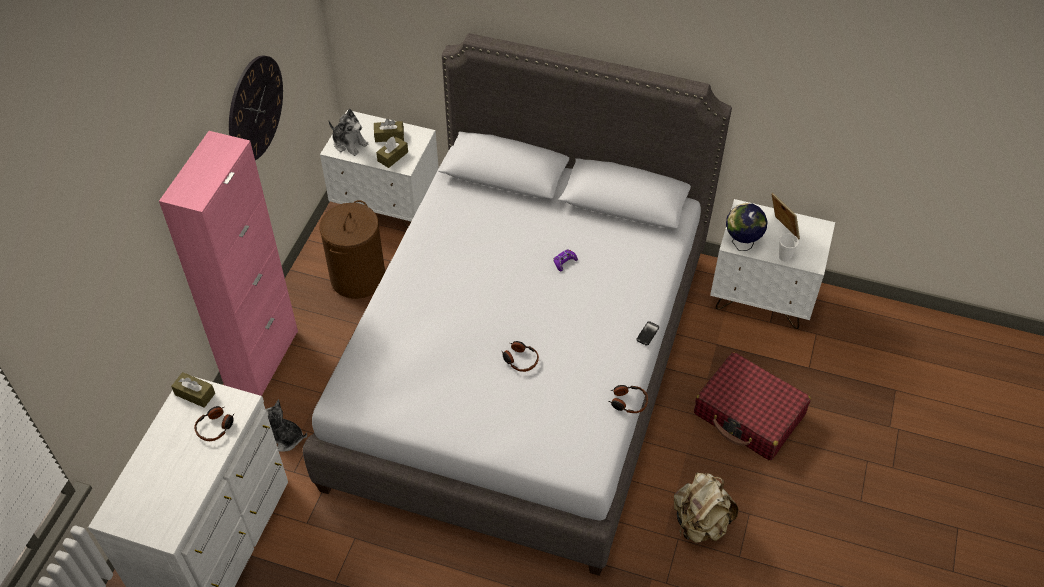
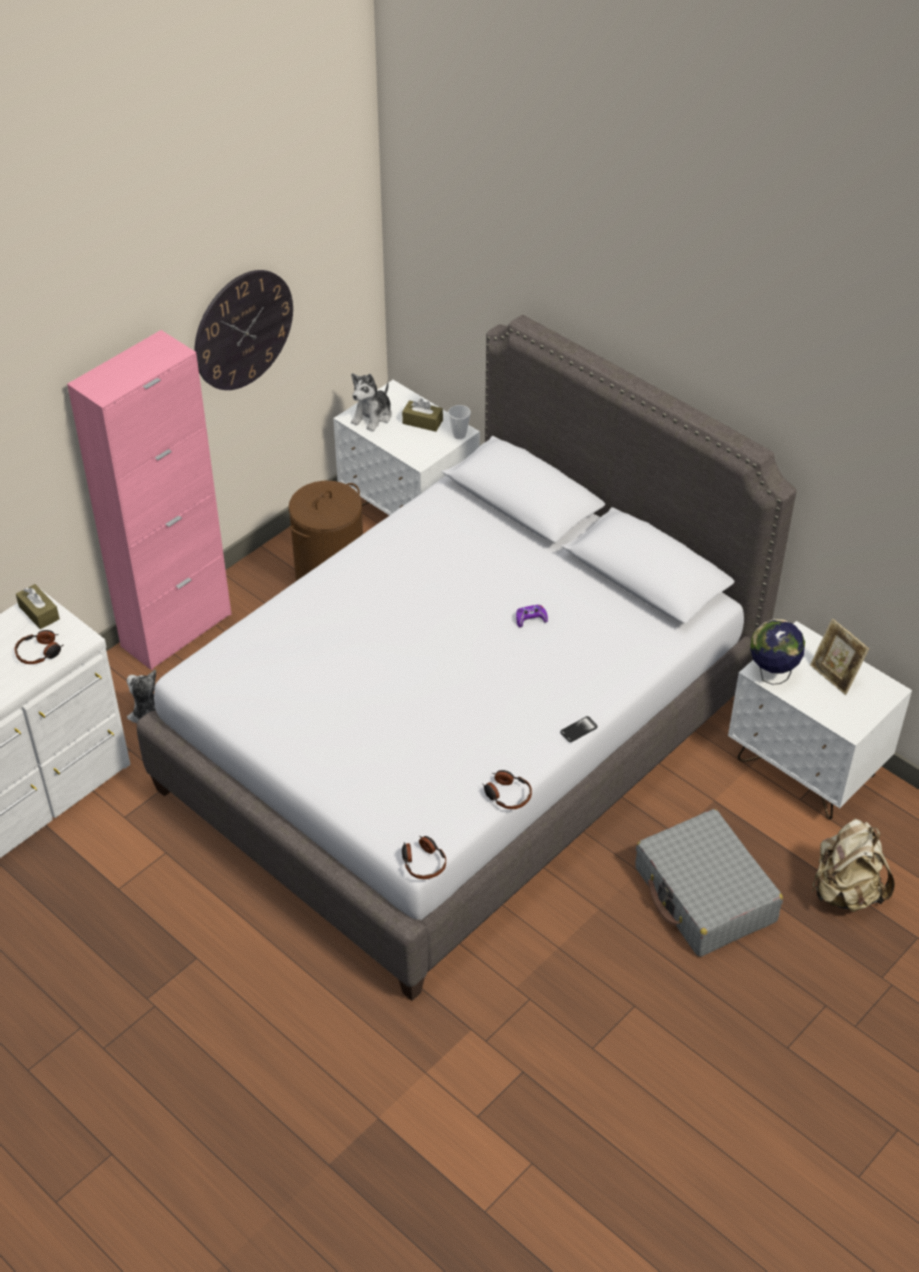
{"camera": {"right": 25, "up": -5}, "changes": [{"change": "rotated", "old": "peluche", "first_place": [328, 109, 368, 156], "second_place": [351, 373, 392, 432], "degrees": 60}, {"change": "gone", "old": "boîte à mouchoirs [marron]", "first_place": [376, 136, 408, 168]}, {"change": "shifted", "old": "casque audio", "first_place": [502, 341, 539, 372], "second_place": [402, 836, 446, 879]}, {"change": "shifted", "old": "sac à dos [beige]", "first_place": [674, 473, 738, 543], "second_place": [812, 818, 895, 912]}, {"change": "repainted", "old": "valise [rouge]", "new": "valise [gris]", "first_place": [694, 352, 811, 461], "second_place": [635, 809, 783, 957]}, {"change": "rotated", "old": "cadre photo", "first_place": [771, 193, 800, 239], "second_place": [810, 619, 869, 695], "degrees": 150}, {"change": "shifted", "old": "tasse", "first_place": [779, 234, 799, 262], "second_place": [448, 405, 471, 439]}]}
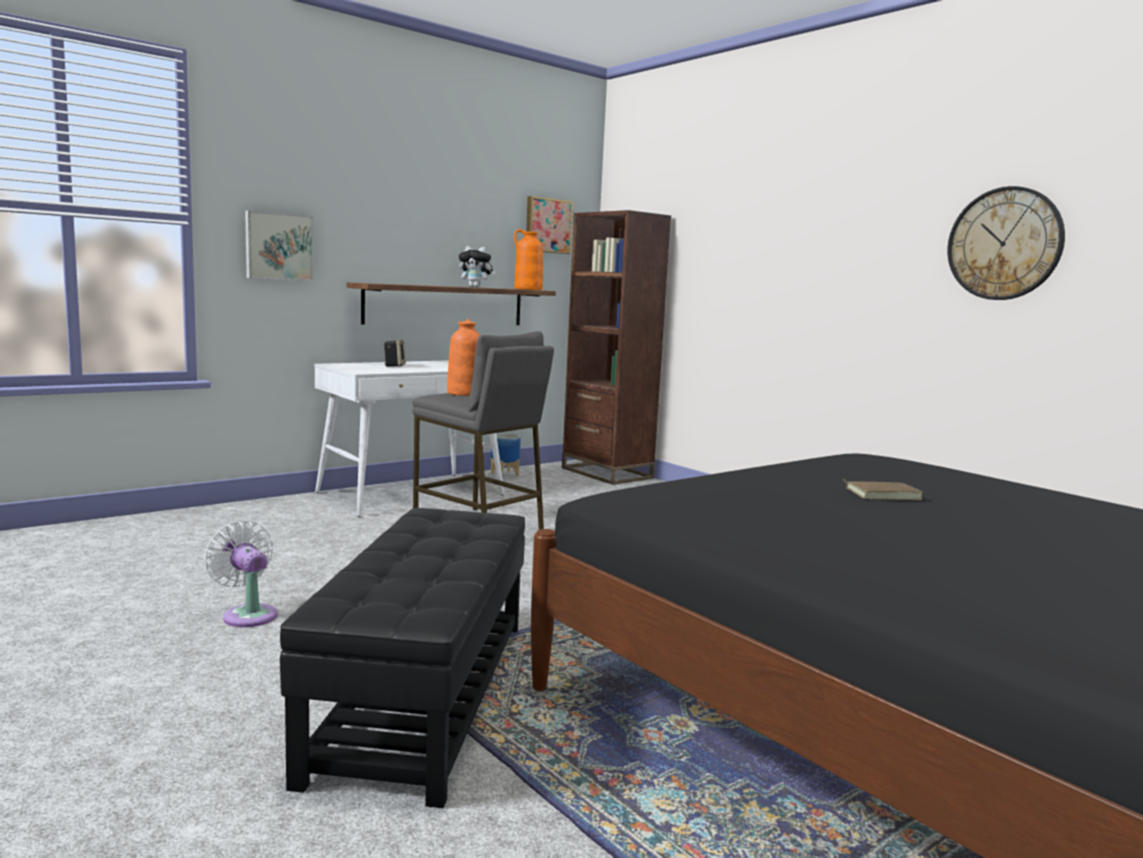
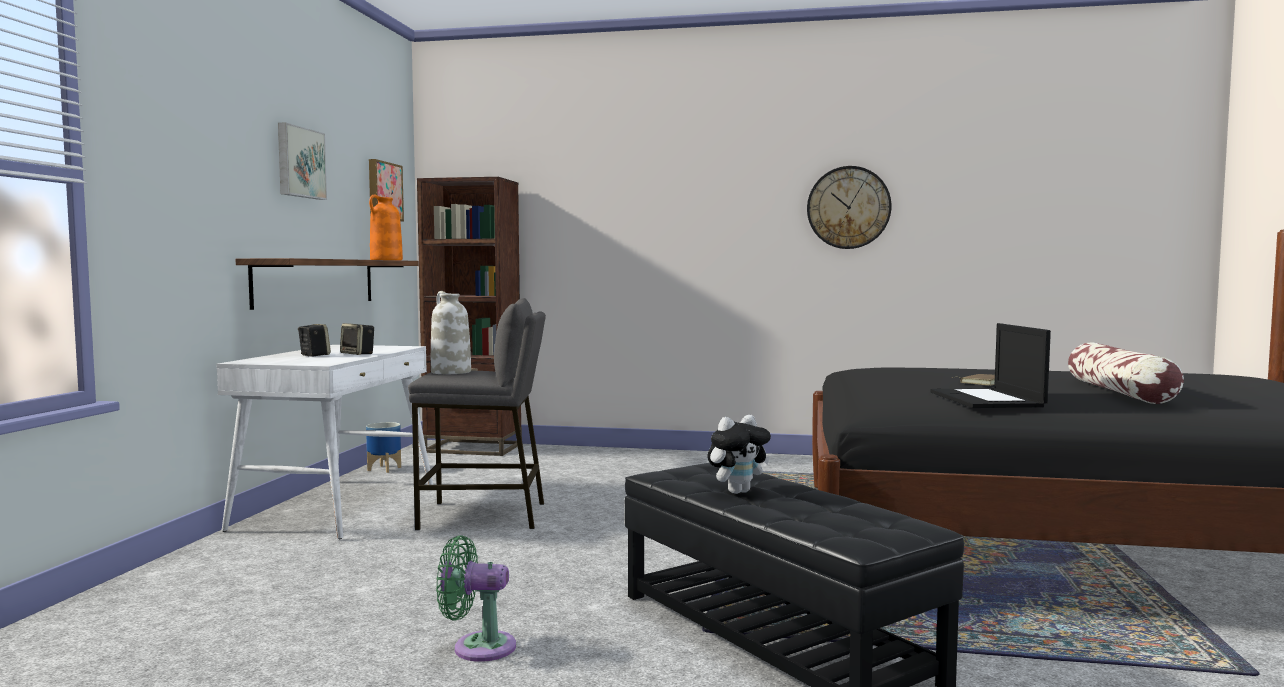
{"camera": {"right": -40, "up": -5}, "changes": [{"change": "repainted", "old": "ventilateur [blanc]", "new": "ventilateur [vert]", "first_place": [205, 521, 278, 627], "second_place": [436, 535, 516, 662]}, {"change": "shifted", "old": "tableau", "first_place": [245, 210, 314, 281], "second_place": [278, 122, 327, 200]}, {"change": "repainted", "old": "vase [orange]", "new": "vase [blanc]", "first_place": [447, 319, 480, 396], "second_place": [431, 291, 471, 374]}, {"change": "shifted", "old": "peluche", "first_place": [459, 246, 495, 287], "second_place": [707, 415, 771, 494]}, {"change": "new", "new": "enceinte", "second_place": [340, 323, 374, 355]}, {"change": "new", "new": "ordinateur portable", "second_place": [930, 323, 1051, 408]}, {"change": "new", "new": "coussin", "second_place": [1068, 342, 1184, 404]}]}
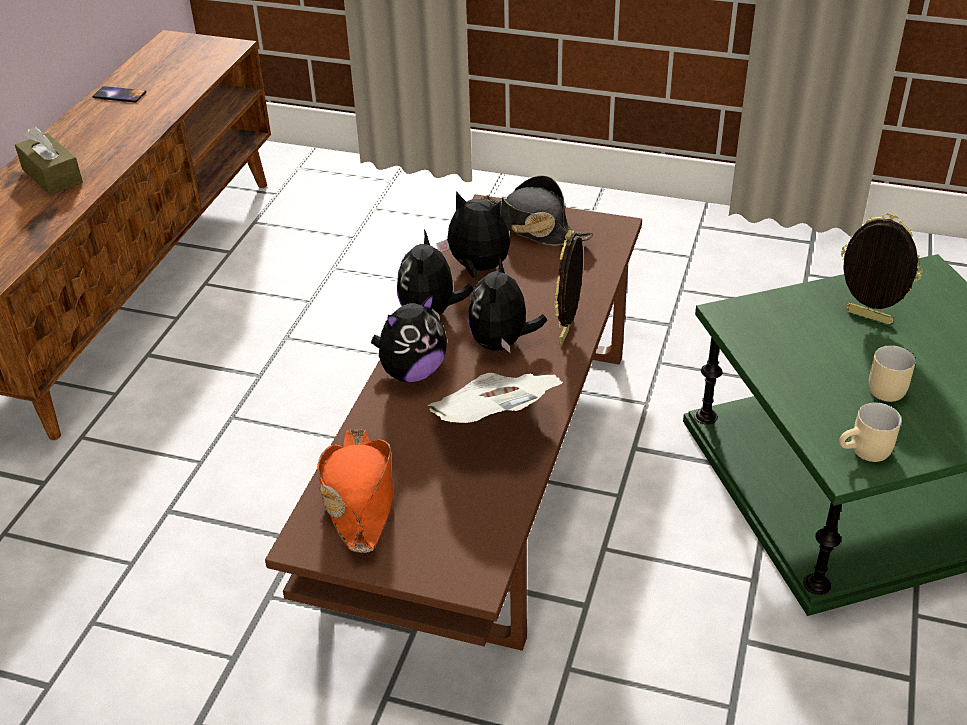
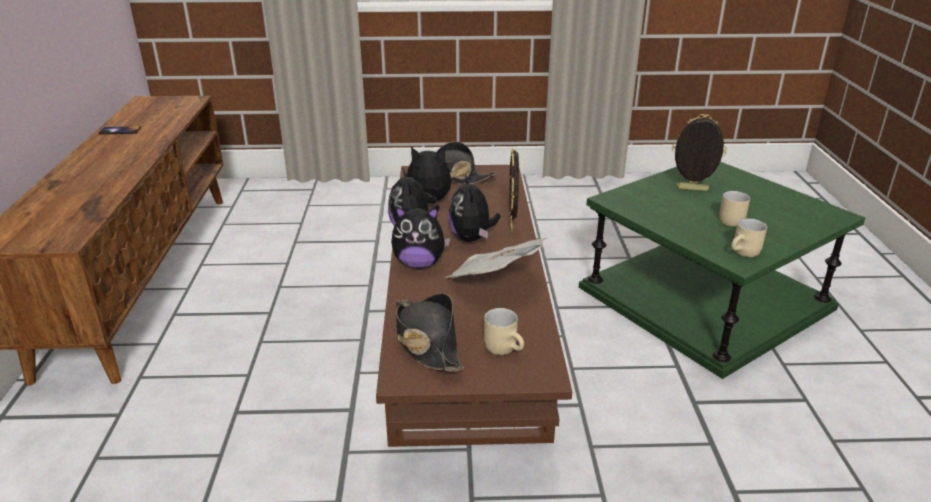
{"camera": {"right": -20, "up": -10}, "changes": [{"change": "gone", "old": "boîte à mouchoirs [marron]", "first_place": [15, 126, 83, 195]}, {"change": "repainted", "old": "chapeau [orange]", "new": "chapeau [noir]", "first_place": [318, 429, 393, 553], "second_place": [396, 293, 463, 372]}, {"change": "rotated", "old": "peluche", "first_place": [371, 294, 447, 382], "second_place": [391, 206, 450, 268], "degrees": 60}, {"change": "new", "new": "mug [beige]", "second_place": [484, 308, 524, 355]}]}
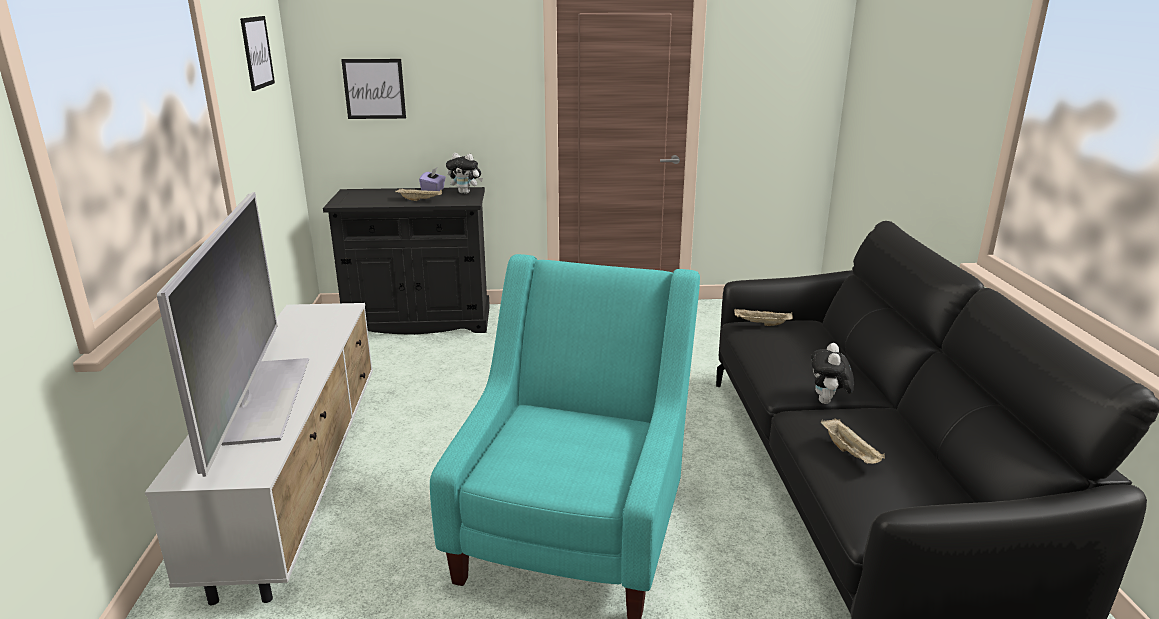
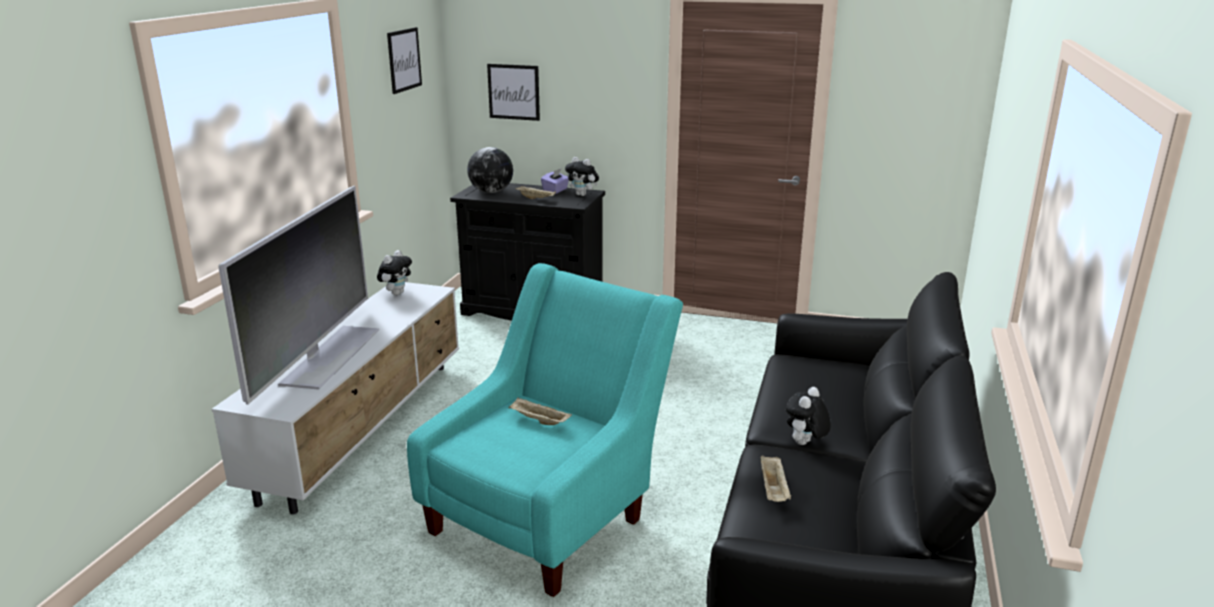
{"camera": {"right": 20, "up": 0}, "changes": [{"change": "shifted", "old": "plateau [beige]", "first_place": [734, 309, 793, 326], "second_place": [509, 398, 572, 425]}, {"change": "new", "new": "peluche", "second_place": [377, 250, 412, 295]}, {"change": "new", "new": "globe", "second_place": [467, 147, 513, 193]}]}
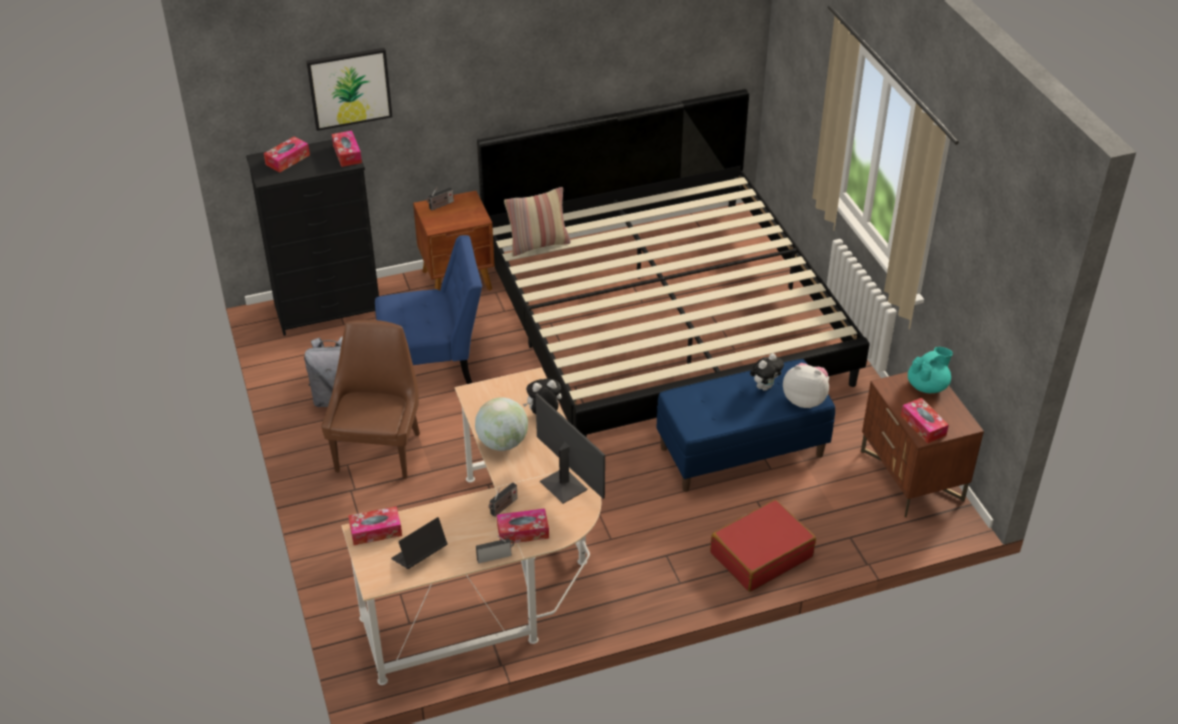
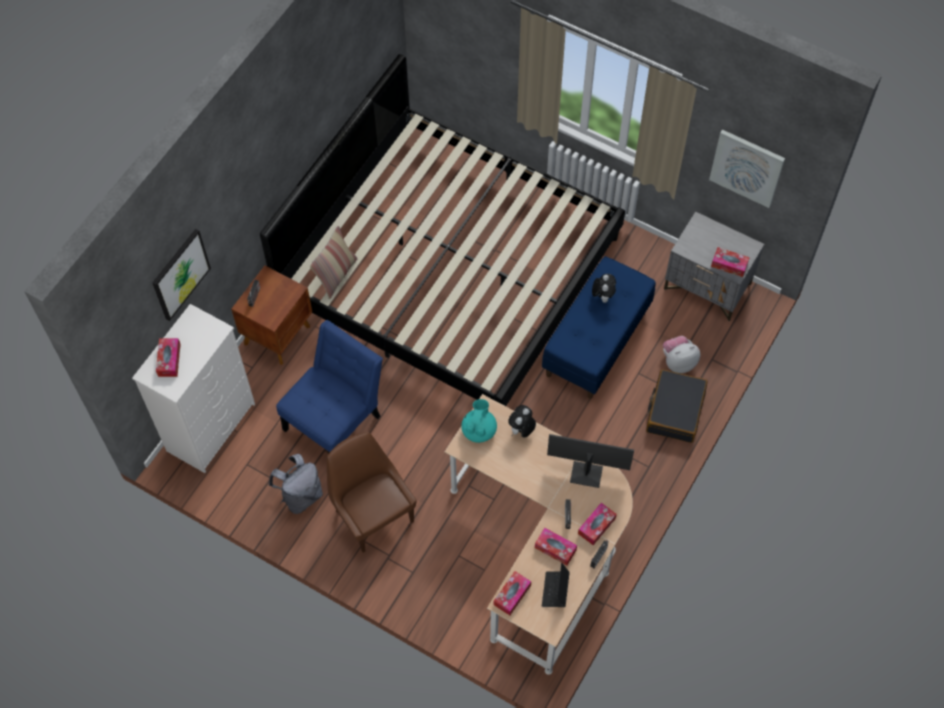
{"camera": {"right": -40, "up": 20}, "changes": [{"change": "repainted", "old": "commode [noir]", "new": "commode [blanc]", "first_place": [246, 140, 379, 336], "second_place": [132, 304, 255, 473]}, {"change": "shifted", "old": "boîte à mouchoirs", "first_place": [332, 131, 362, 167], "second_place": [535, 528, 577, 565]}, {"change": "gone", "old": "globe", "first_place": [475, 398, 528, 451]}, {"change": "repainted", "old": "valise [rouge]", "new": "valise [noir]", "first_place": [710, 500, 816, 592], "second_place": [646, 369, 708, 443]}, {"change": "shifted", "old": "peluche", "first_place": [783, 363, 829, 408], "second_place": [663, 336, 700, 373]}, {"change": "repainted", "old": "table de chevet [marron]", "new": "table de chevet [gris]", "first_place": [861, 372, 984, 518], "second_place": [664, 211, 764, 321]}, {"change": "shifted", "old": "théière [turquoise]", "first_place": [908, 347, 953, 393], "second_place": [461, 399, 497, 443]}, {"change": "new", "new": "tableau", "second_place": [709, 130, 785, 208]}]}
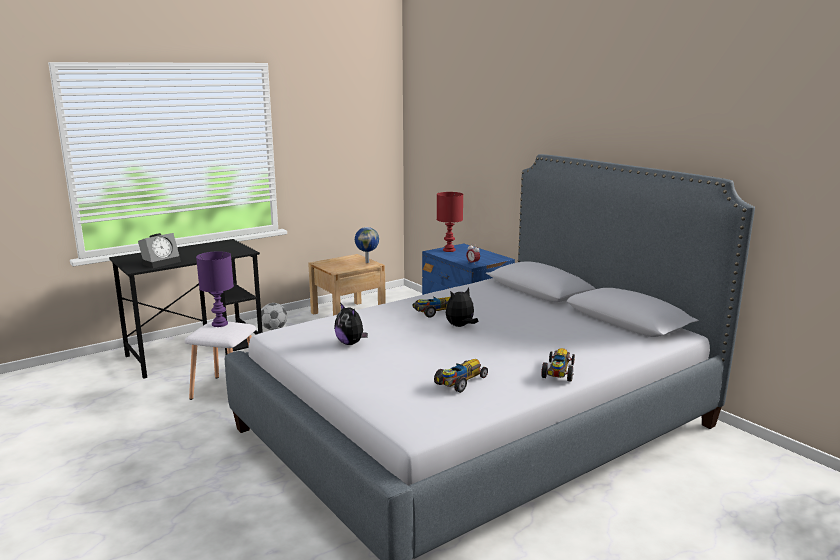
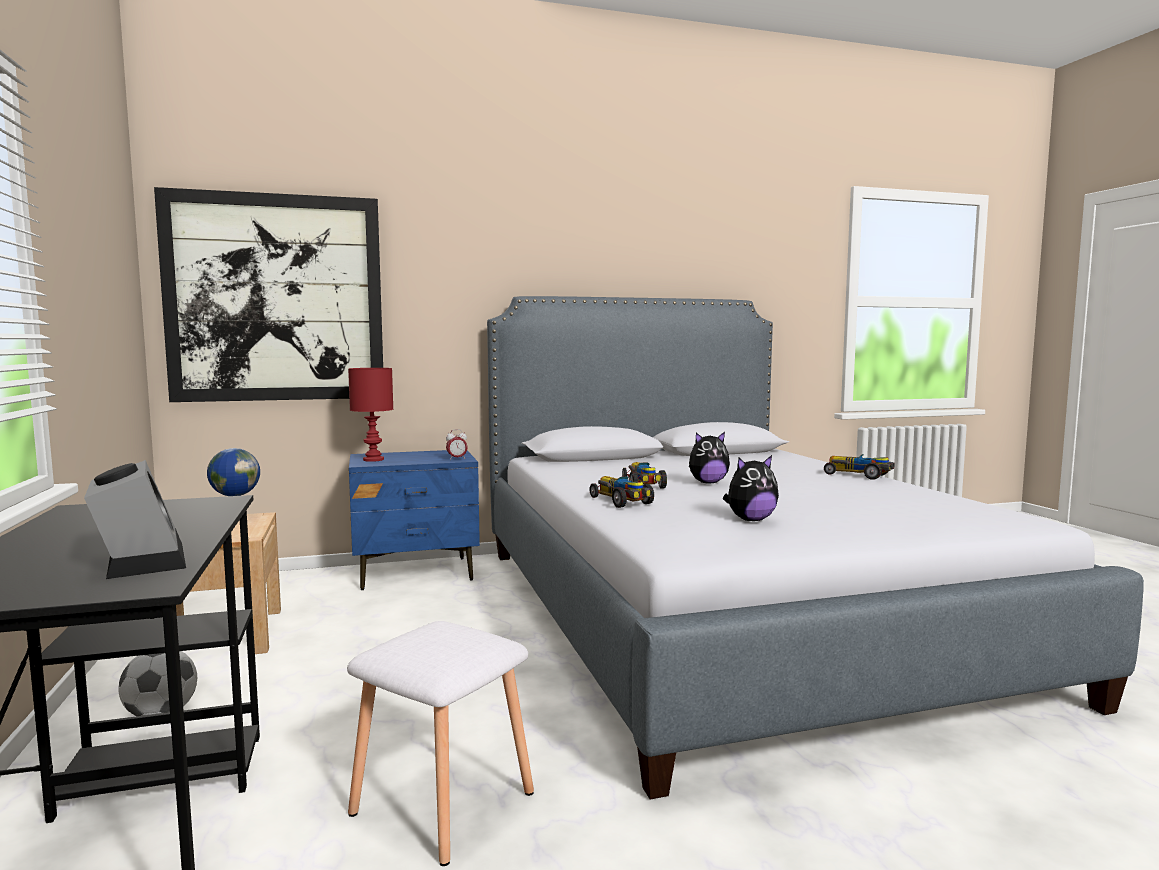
{"camera": {"right": -70, "up": -10}, "changes": [{"change": "gone", "old": "lampe de table [violet]", "first_place": [196, 251, 234, 327]}, {"change": "shifted", "old": "petite voiture", "first_place": [434, 359, 488, 393], "second_place": [590, 476, 654, 508]}, {"change": "rotated", "old": "peluche", "first_place": [446, 288, 478, 327], "second_place": [689, 432, 730, 484], "degrees": -90}, {"change": "new", "new": "tableau", "second_place": [154, 187, 383, 402]}]}
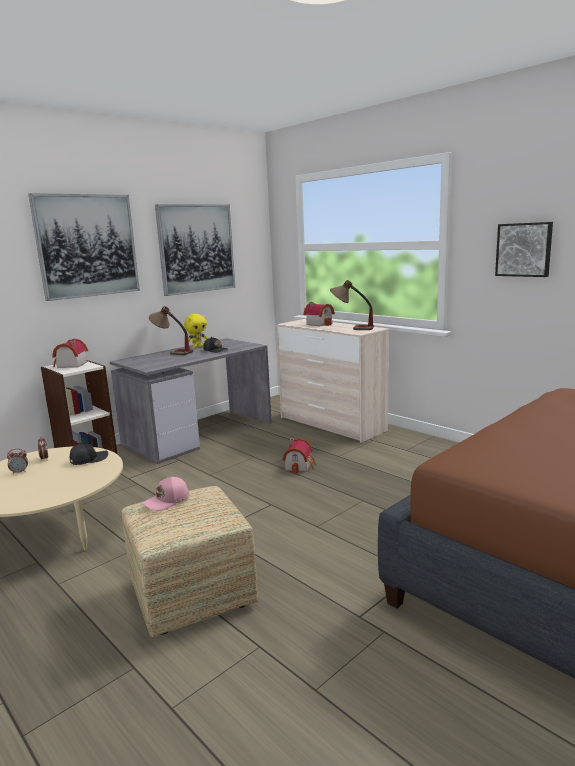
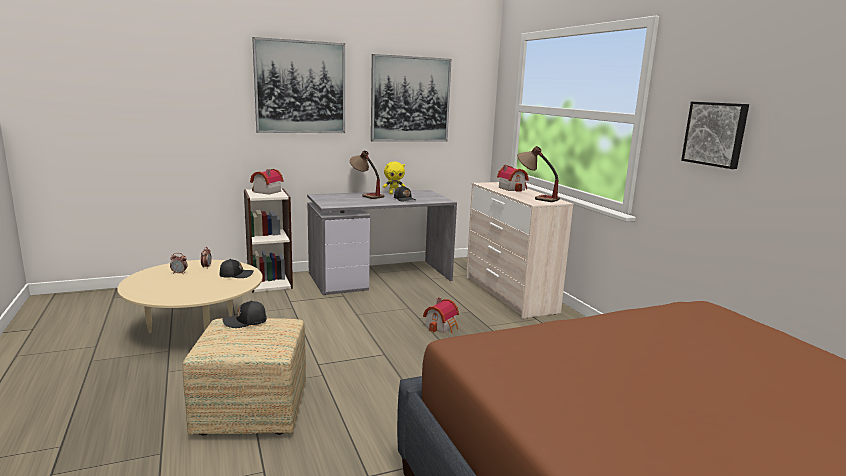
{"camera": {"right": 20, "up": 0}, "changes": [{"change": "repainted", "old": "casquette [rose]", "new": "casquette [noir]", "first_place": [142, 477, 189, 511], "second_place": [223, 301, 267, 328]}]}
